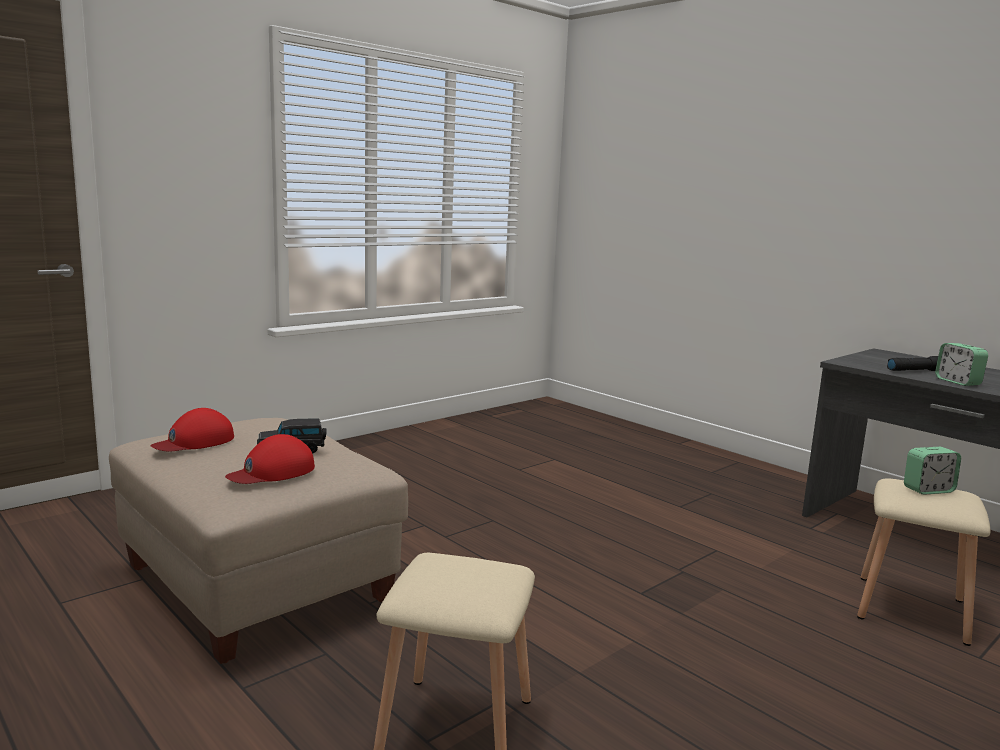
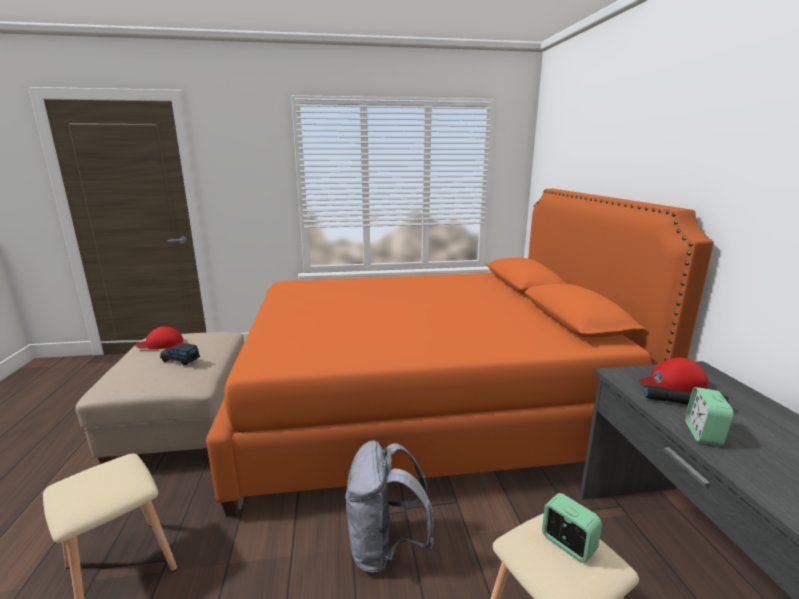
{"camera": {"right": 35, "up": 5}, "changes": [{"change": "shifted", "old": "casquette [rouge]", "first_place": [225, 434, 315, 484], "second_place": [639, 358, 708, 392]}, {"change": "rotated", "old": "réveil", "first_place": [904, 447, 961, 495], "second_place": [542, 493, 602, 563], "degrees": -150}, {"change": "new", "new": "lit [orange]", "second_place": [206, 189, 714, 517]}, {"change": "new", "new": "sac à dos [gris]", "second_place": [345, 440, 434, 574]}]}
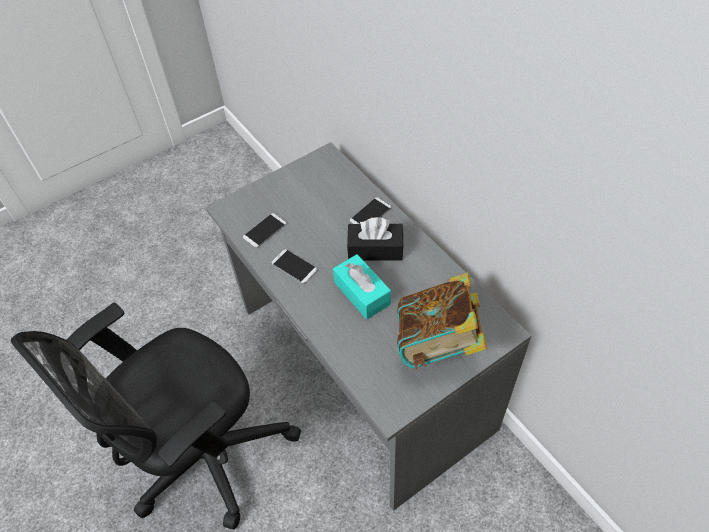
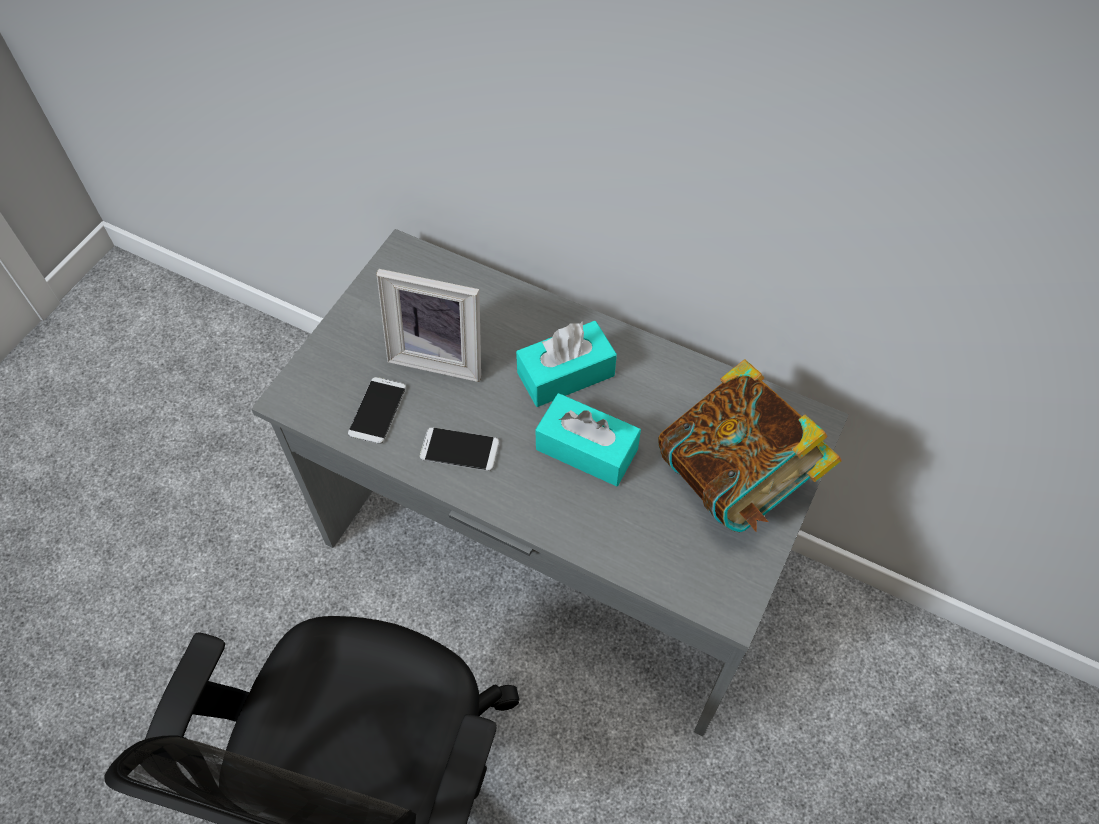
{"camera": {"right": -30, "up": 5}, "changes": [{"change": "repainted", "old": "boîte à mouchoirs [noir]", "new": "boîte à mouchoirs [turquoise]", "first_place": [347, 217, 404, 261], "second_place": [516, 321, 617, 407]}, {"change": "gone", "old": "téléphone", "first_place": [350, 197, 391, 224]}, {"change": "new", "new": "cadre photo", "second_place": [376, 269, 481, 382]}]}
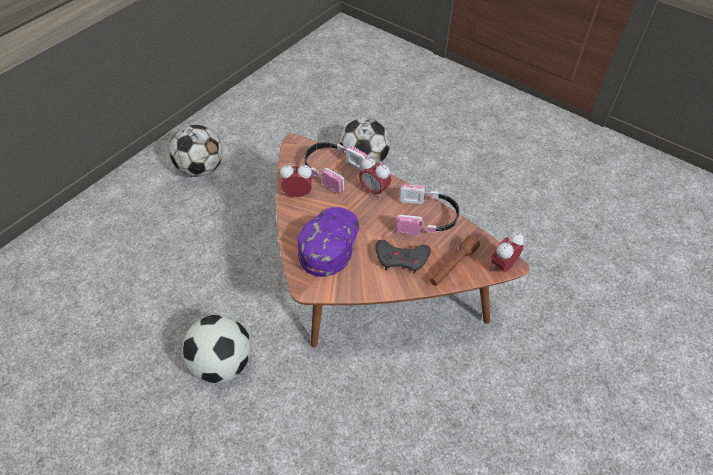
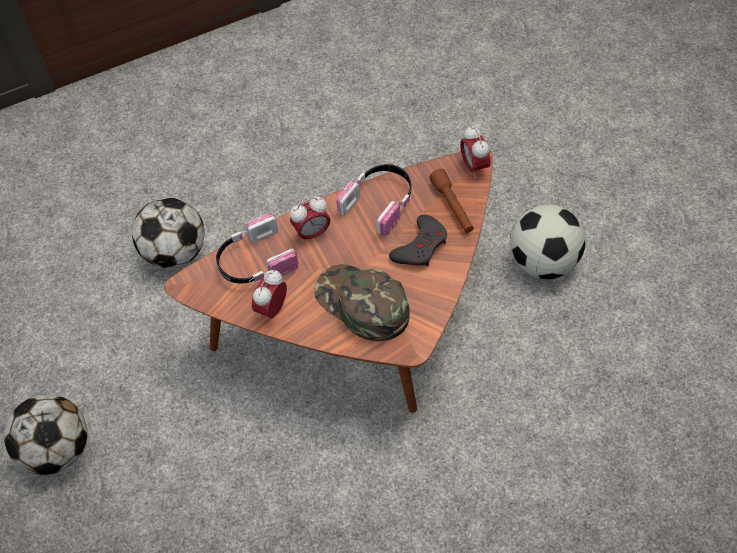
{"camera": {"right": -60, "up": 5}, "changes": [{"change": "shifted", "old": "ballon de foot", "first_place": [181, 315, 251, 384], "second_place": [510, 204, 586, 279]}, {"change": "repainted", "old": "casquette [violet]", "new": "casquette [vert]", "first_place": [298, 207, 359, 277], "second_place": [314, 264, 410, 341]}]}
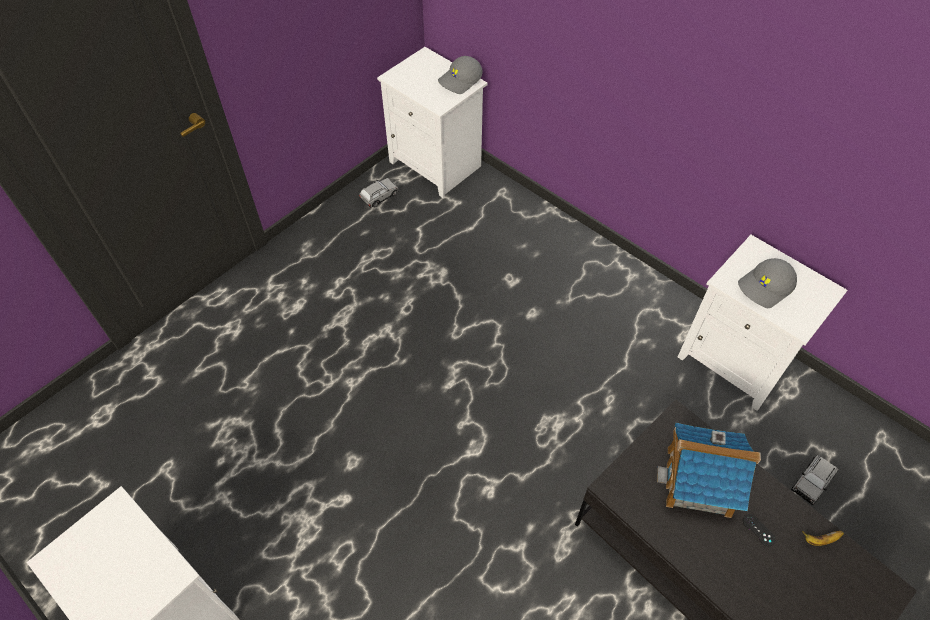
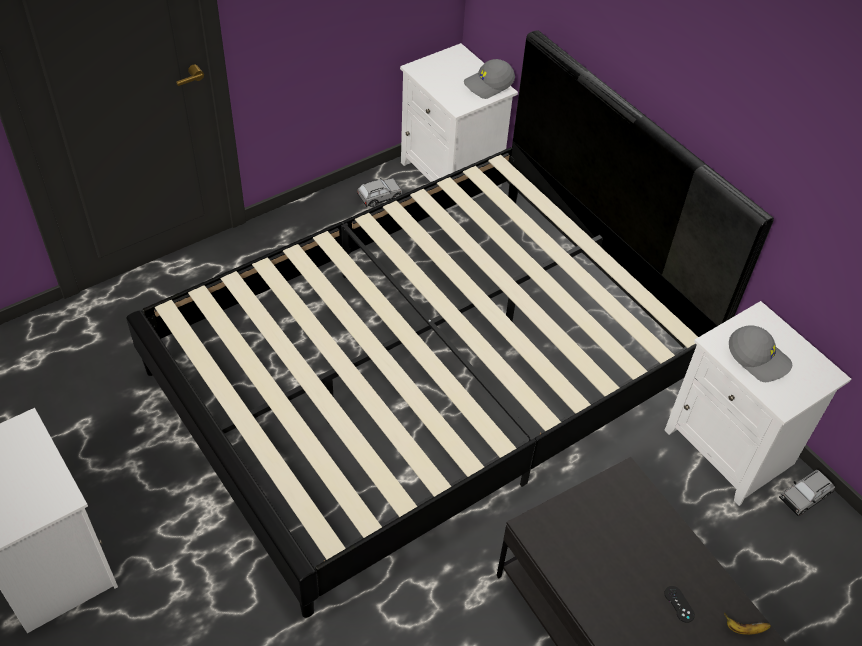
{"camera": {"right": 10, "up": -5}, "changes": [{"change": "gone", "old": "maison miniature", "first_place": [657, 423, 761, 518]}, {"change": "rotated", "old": "casquette [gris]", "first_place": [738, 258, 797, 308], "second_place": [729, 325, 792, 382], "degrees": -120}, {"change": "shifted", "old": "petite voiture [gris]", "first_place": [791, 454, 838, 505], "second_place": [779, 469, 835, 516]}, {"change": "new", "new": "lit [noir]", "second_place": [126, 30, 774, 618]}]}
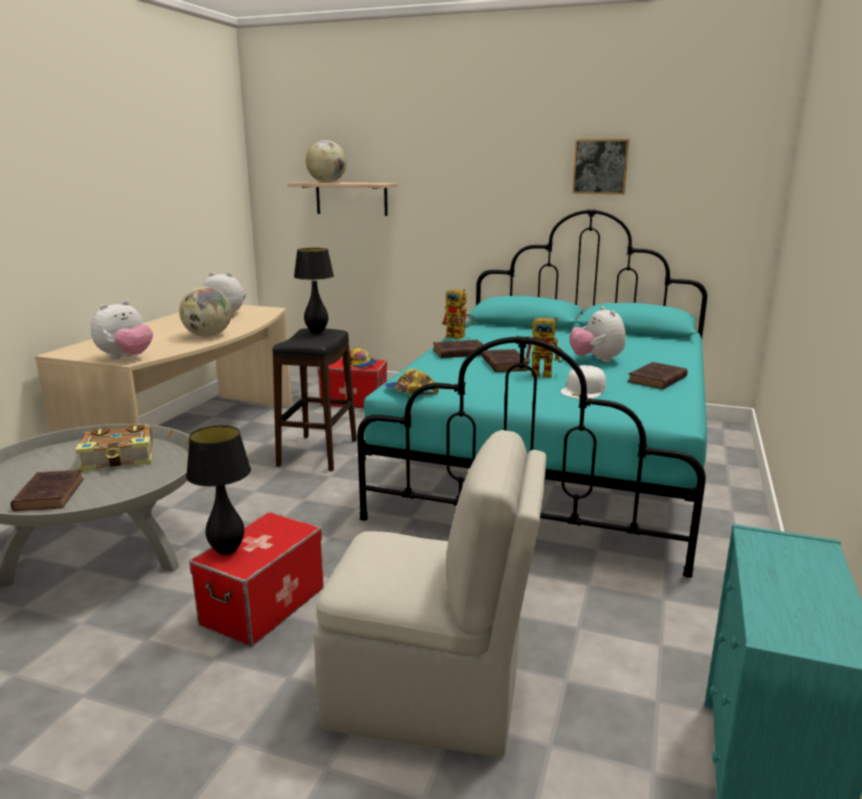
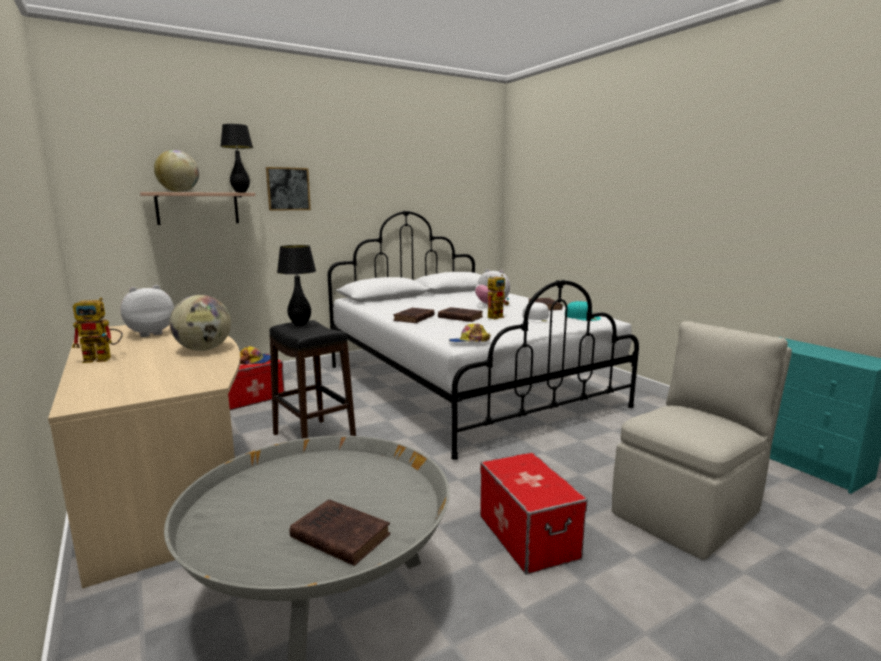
{"camera": {"right": -50, "up": -5}, "changes": [{"change": "gone", "old": "livre", "first_place": [75, 424, 153, 471]}, {"change": "gone", "old": "peluche", "first_place": [91, 300, 153, 359]}, {"change": "shifted", "old": "lampe de table [noir]", "first_place": [186, 426, 251, 555], "second_place": [220, 124, 253, 193]}, {"change": "repainted", "old": "lit [turquoise]", "new": "lit [blanc]", "first_place": [357, 209, 707, 578], "second_place": [328, 211, 639, 460]}, {"change": "shifted", "old": "robot jouet", "first_place": [442, 289, 476, 340], "second_place": [72, 298, 123, 363]}, {"change": "shifted", "old": "tableau", "first_place": [572, 139, 629, 194], "second_place": [266, 167, 311, 211]}, {"change": "new", "new": "casquette [turquoise]", "second_place": [567, 301, 601, 321]}]}
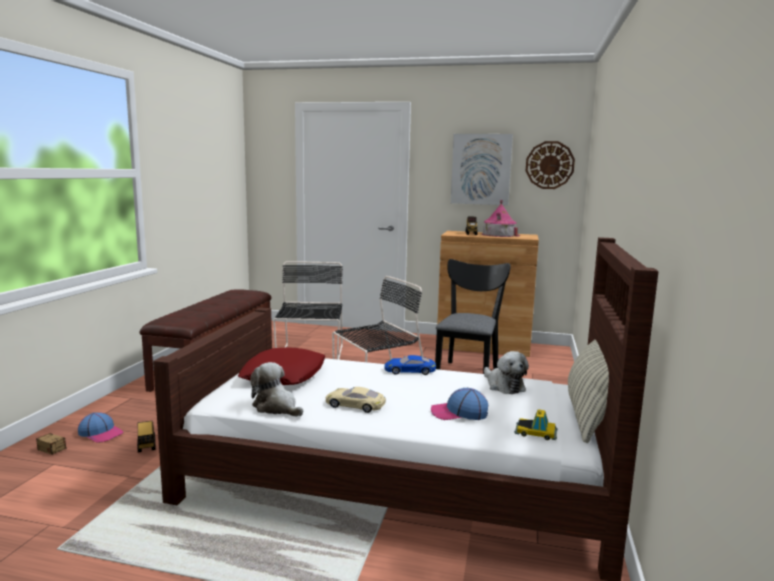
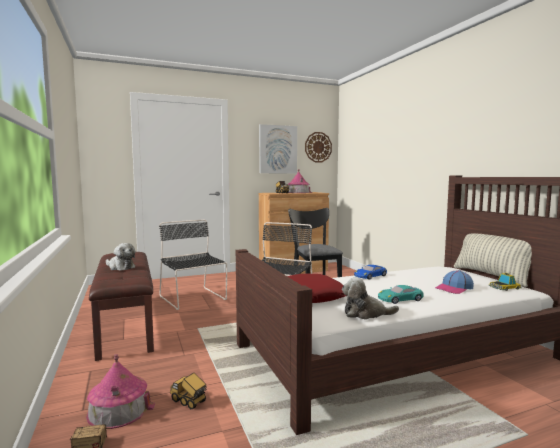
{"camera": {"right": -35, "up": -5}, "changes": [{"change": "swapped", "old": "casquette", "new": "maison miniature", "first_place": [78, 412, 123, 443], "second_place": [86, 354, 155, 429]}, {"change": "repainted", "old": "petite voiture [beige]", "new": "petite voiture [turquoise]", "first_place": [326, 387, 386, 413], "second_place": [378, 285, 424, 304]}, {"change": "shifted", "old": "peluche", "first_place": [484, 351, 529, 394], "second_place": [106, 243, 135, 270]}]}
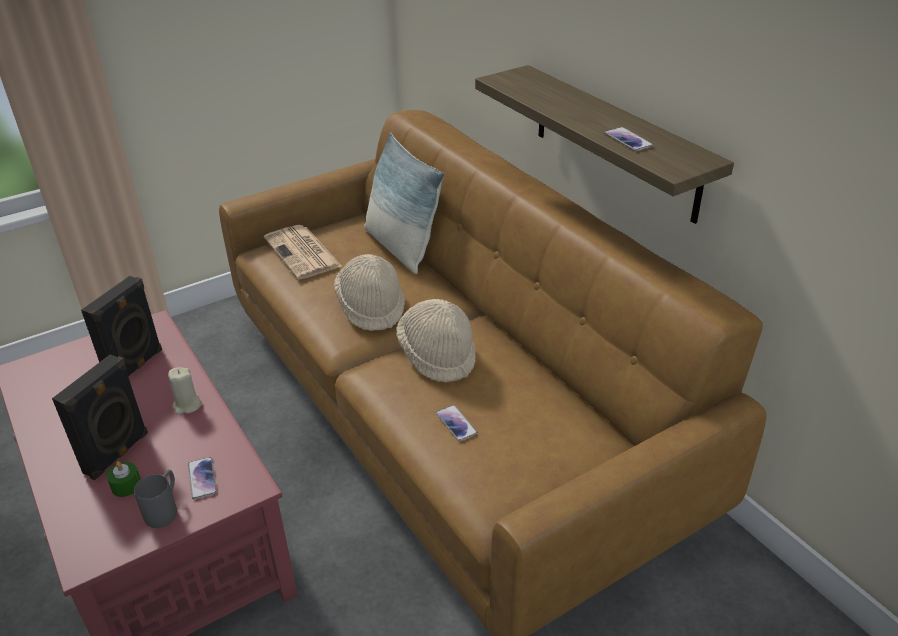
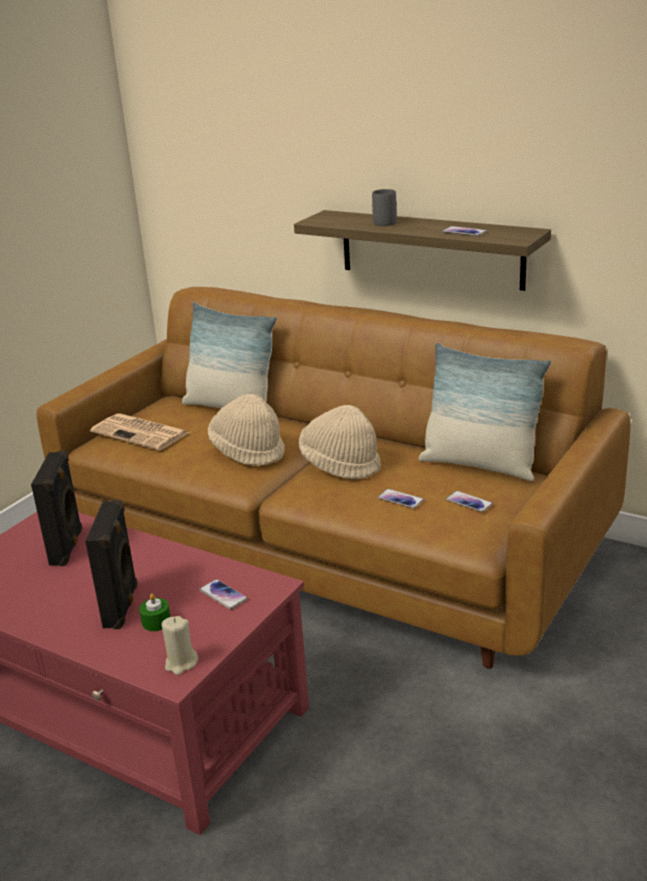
{"camera": {"right": -25, "up": -10}, "changes": [{"change": "shifted", "old": "mug [gris]", "first_place": [134, 470, 177, 528], "second_place": [372, 189, 397, 226]}, {"change": "shifted", "old": "bougie [beige]", "first_place": [168, 367, 202, 415], "second_place": [162, 616, 198, 675]}, {"change": "new", "new": "coussin", "second_place": [418, 343, 551, 481]}, {"change": "new", "new": "téléphone", "second_place": [446, 491, 493, 512]}]}
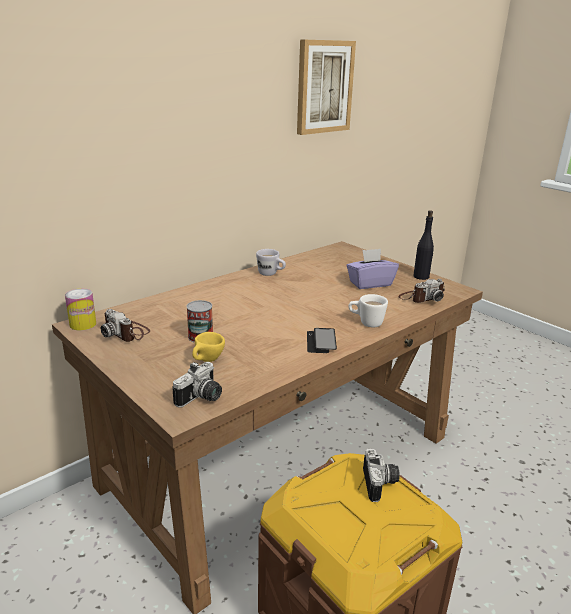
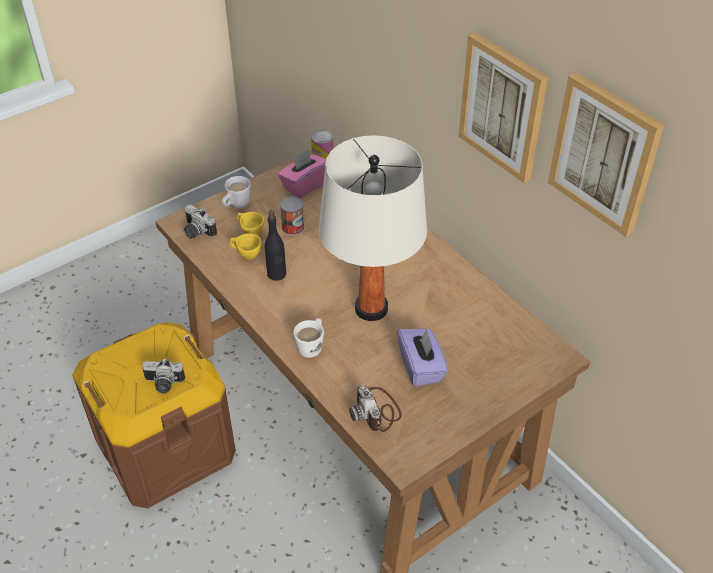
{"camera": {"right": 95, "up": 20}, "changes": [{"change": "swapped", "old": "appareil photo", "new": "boîte à mouchoirs [rose]", "first_place": [100, 309, 150, 342], "second_place": [278, 149, 326, 198]}, {"change": "shifted", "old": "mug [blanc]", "first_place": [256, 249, 286, 276], "second_place": [222, 176, 251, 208]}, {"change": "gone", "old": "téléphone", "first_place": [307, 328, 337, 353]}, {"change": "shifted", "old": "bouteille [noir]", "first_place": [414, 210, 434, 280], "second_place": [265, 210, 286, 281]}, {"change": "new", "new": "tasse [jaune]", "second_place": [229, 233, 262, 260]}, {"change": "new", "new": "lampe de table [blanc]", "second_place": [319, 135, 427, 321]}, {"change": "new", "new": "tableau", "second_place": [458, 32, 548, 183]}]}
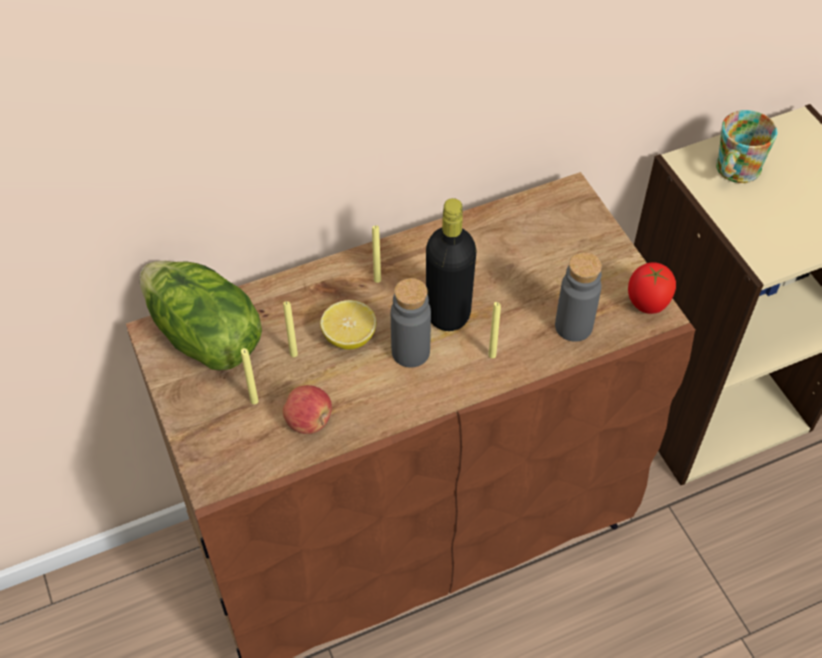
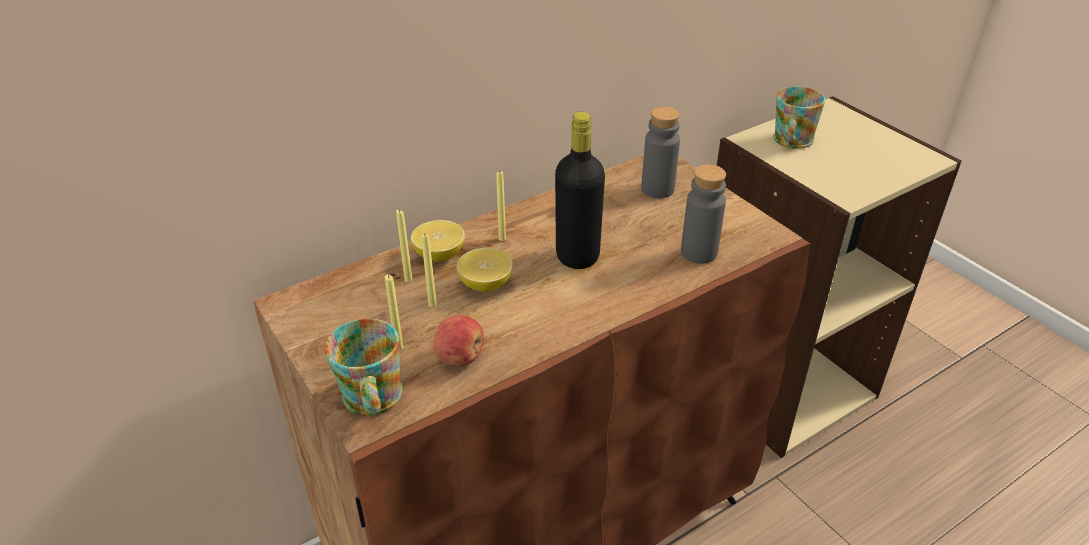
{"camera": {"right": -10, "up": -15}, "changes": [{"change": "gone", "old": "laitue", "first_place": [140, 261, 262, 370]}, {"change": "shifted", "old": "bouteille [gris]", "first_place": [391, 278, 431, 368], "second_place": [641, 107, 680, 198]}, {"change": "shifted", "old": "bougie [jaune]", "first_place": [488, 302, 501, 359], "second_place": [396, 209, 412, 282]}, {"change": "gone", "old": "tomate", "first_place": [628, 262, 676, 314]}, {"change": "new", "new": "mug", "second_place": [324, 318, 403, 416]}, {"change": "new", "new": "citron", "second_place": [411, 220, 465, 262]}]}
